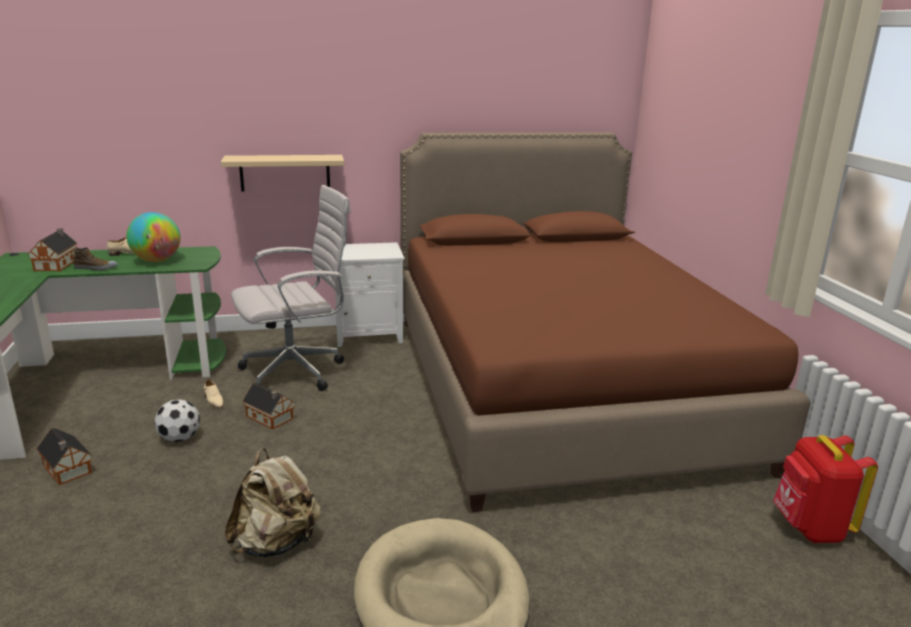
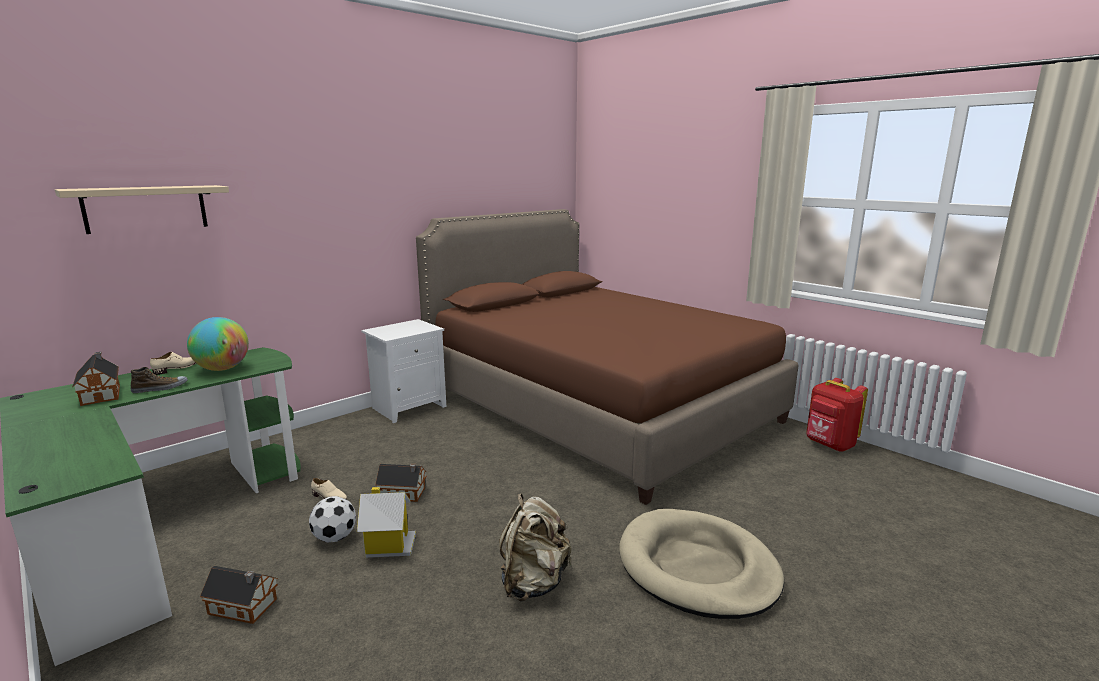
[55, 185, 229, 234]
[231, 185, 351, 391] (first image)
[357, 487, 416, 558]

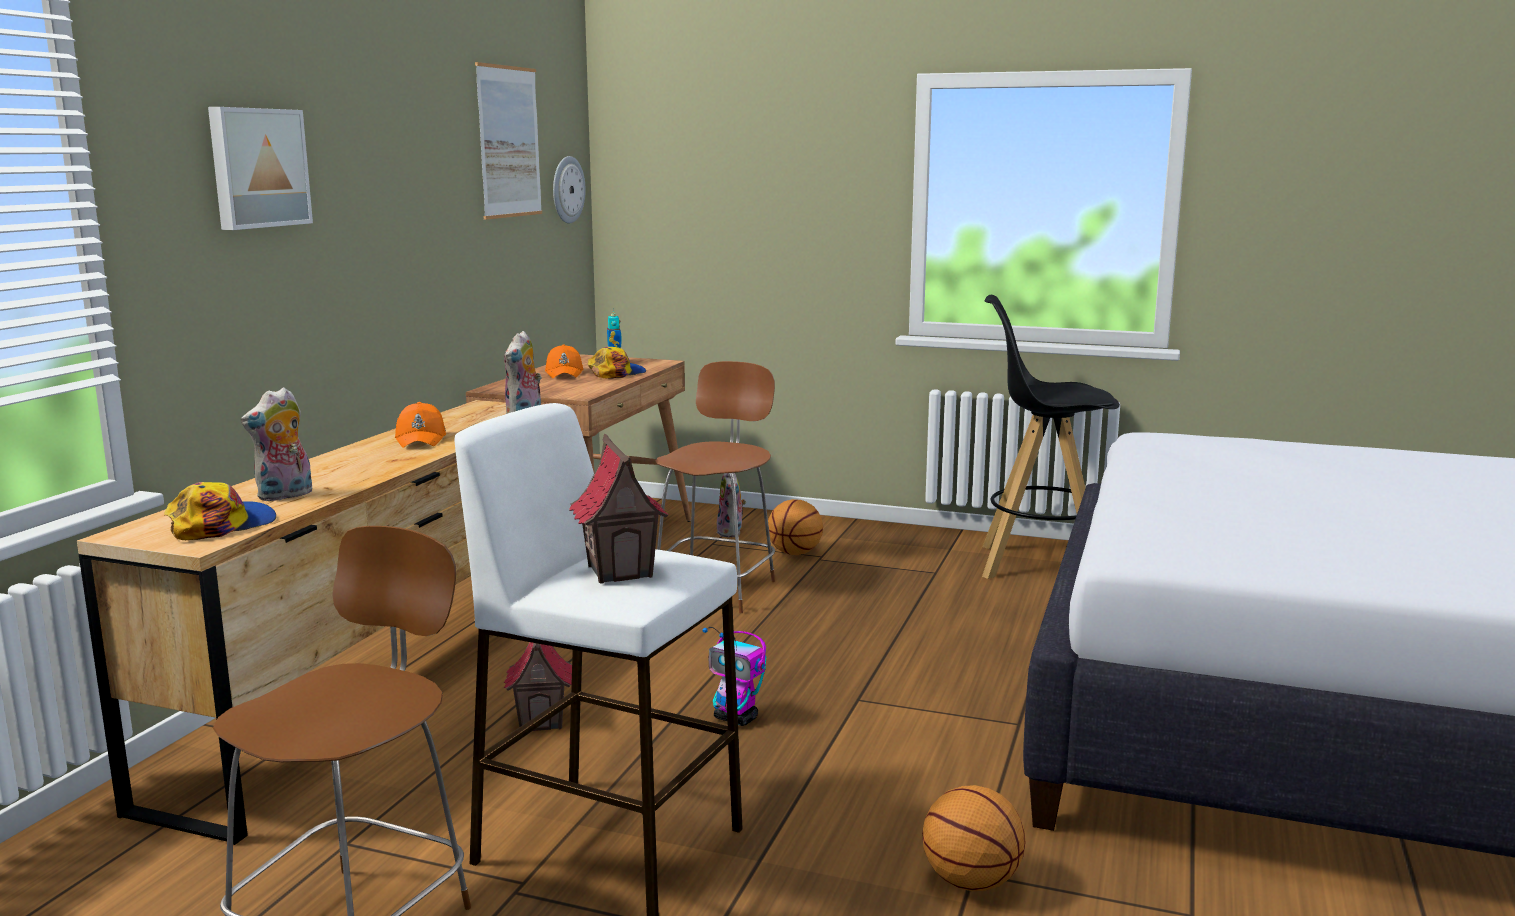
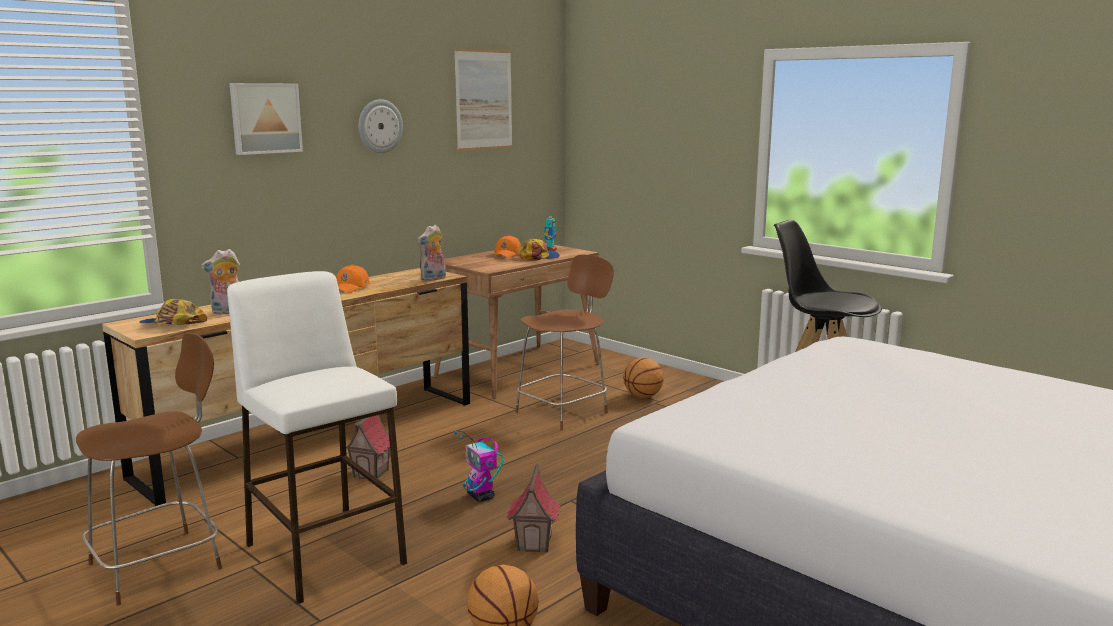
[358, 99, 403, 153]
[507, 463, 561, 553]
[717, 473, 746, 537] (first image)
[139, 299, 207, 325]

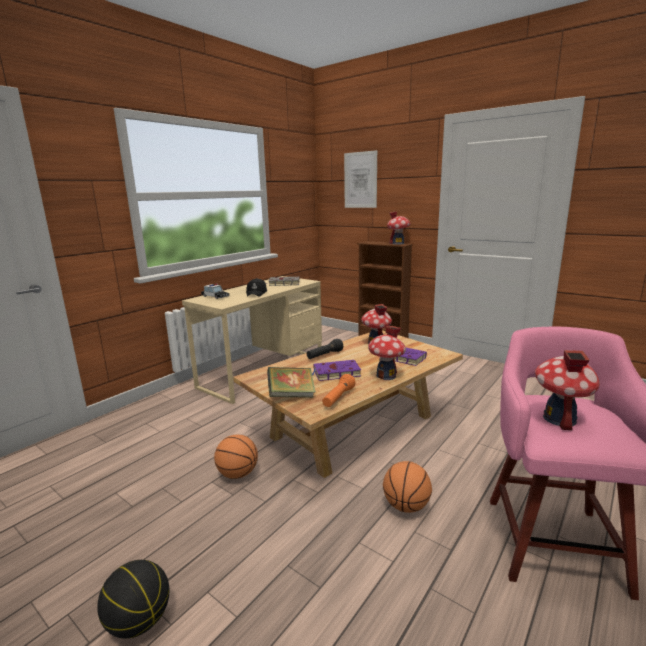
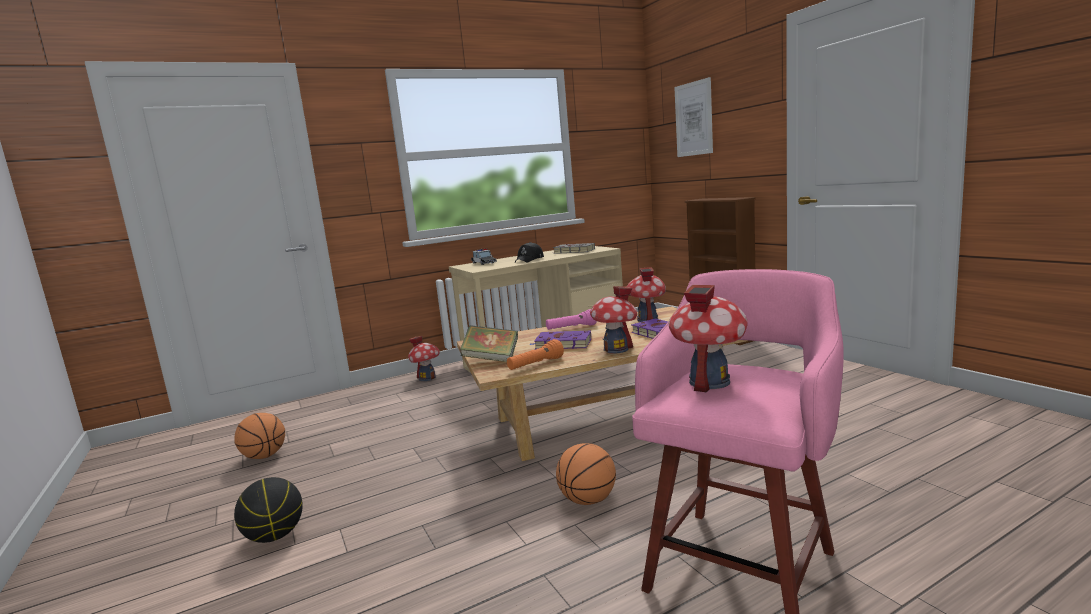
[408, 336, 440, 381]
[546, 309, 597, 330]
[234, 413, 285, 459]

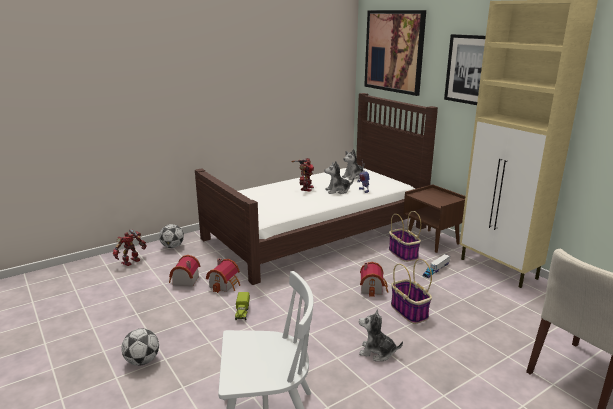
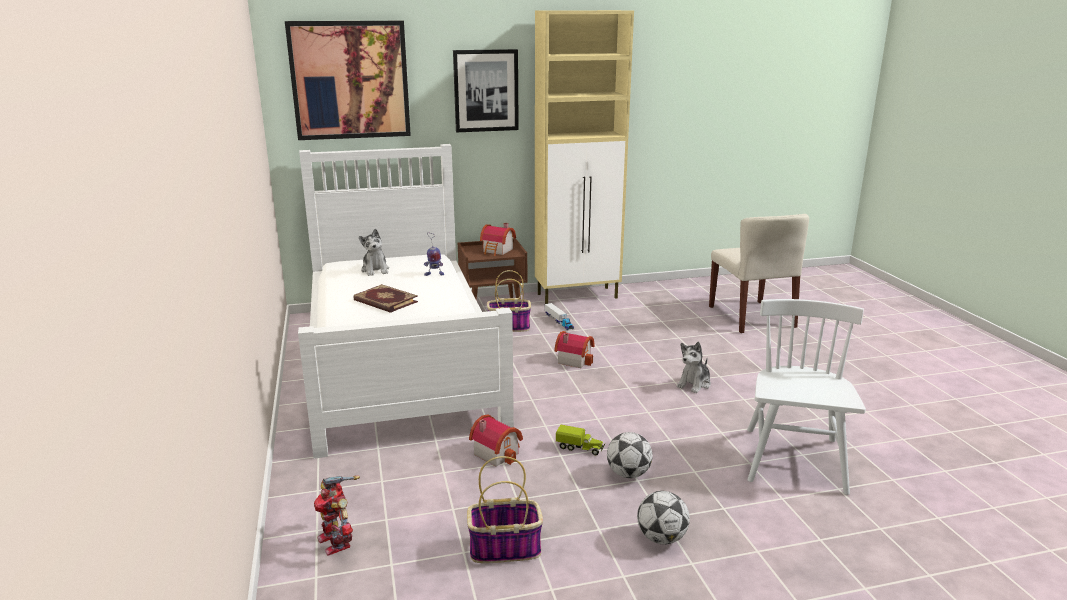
[298, 144, 514, 459]
[353, 284, 418, 313]
[324, 161, 354, 194] (first image)
[607, 432, 653, 478]
[480, 223, 516, 256]
[467, 456, 543, 563]

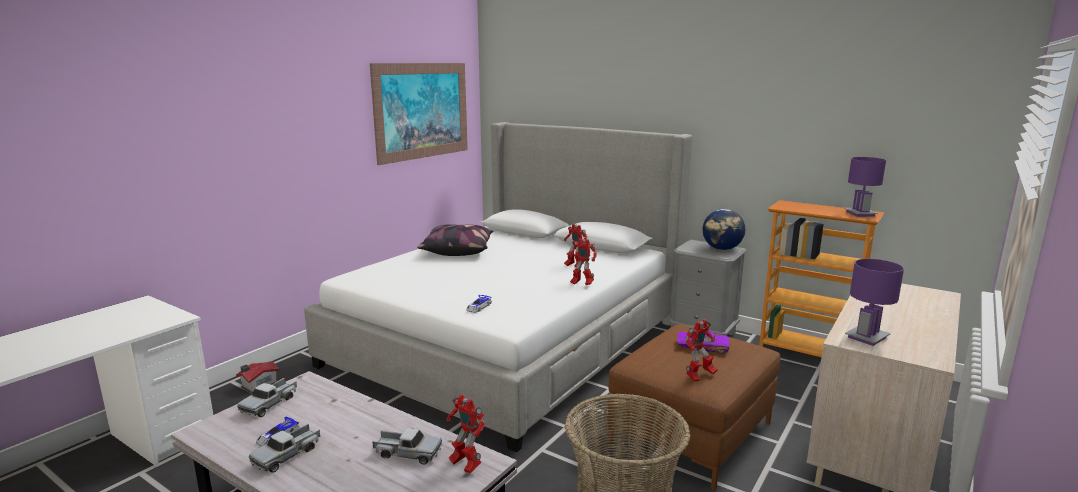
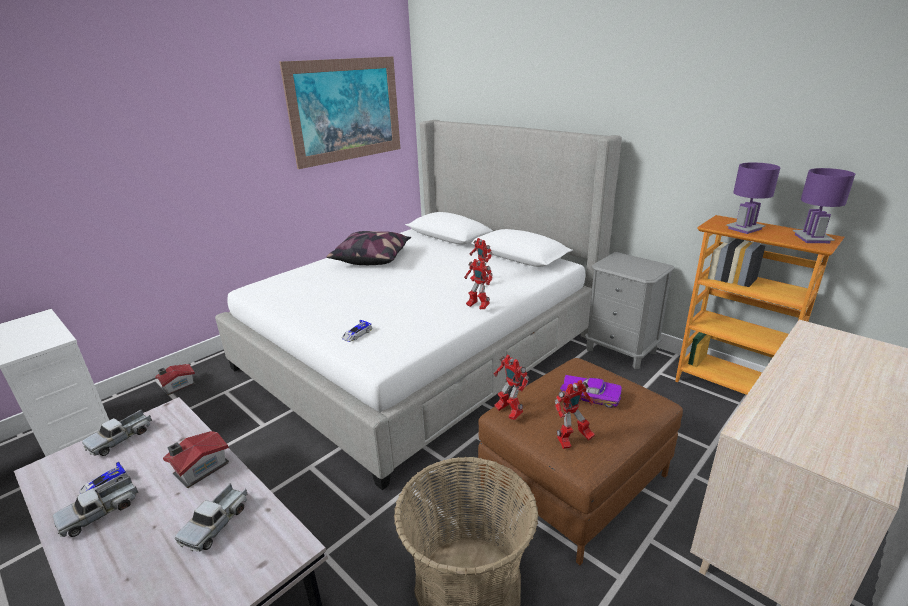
[703, 209, 745, 250] (first image)
[726, 162, 780, 234]
[494, 355, 529, 420]
[175, 483, 248, 552]
[163, 431, 229, 488]

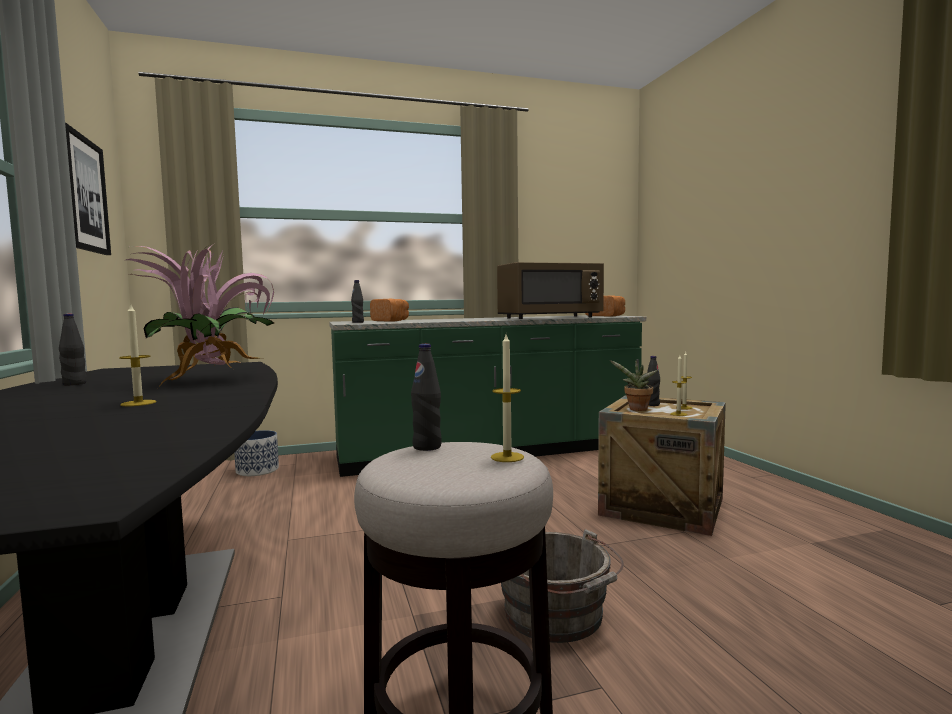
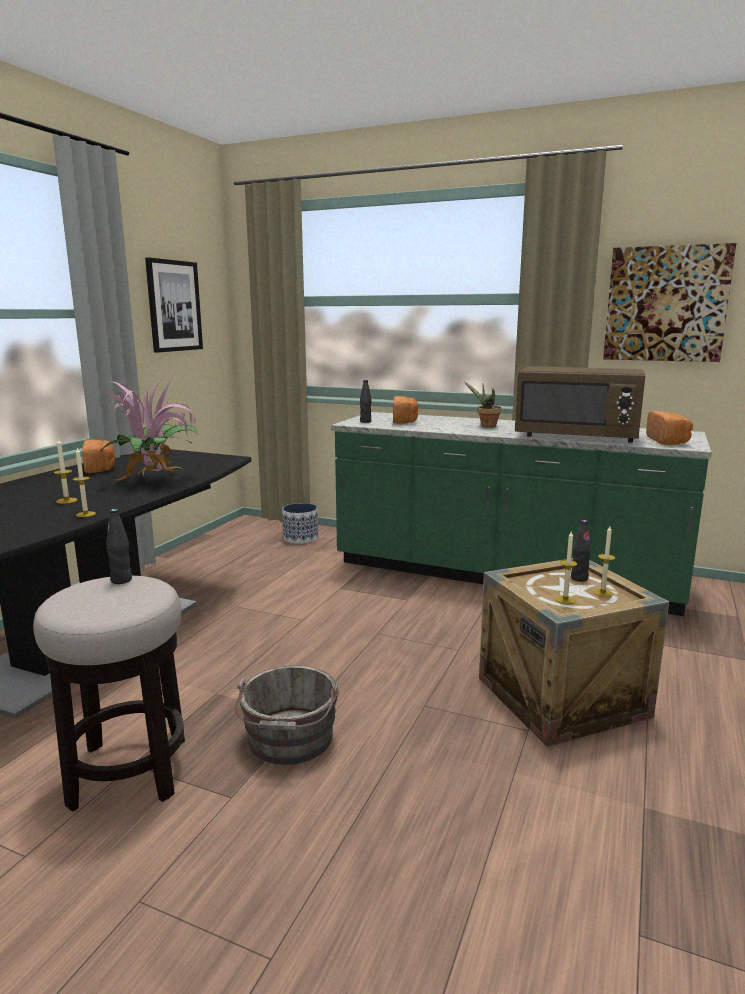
[82, 440, 115, 473]
[73, 448, 96, 517]
[465, 382, 501, 428]
[603, 243, 736, 362]

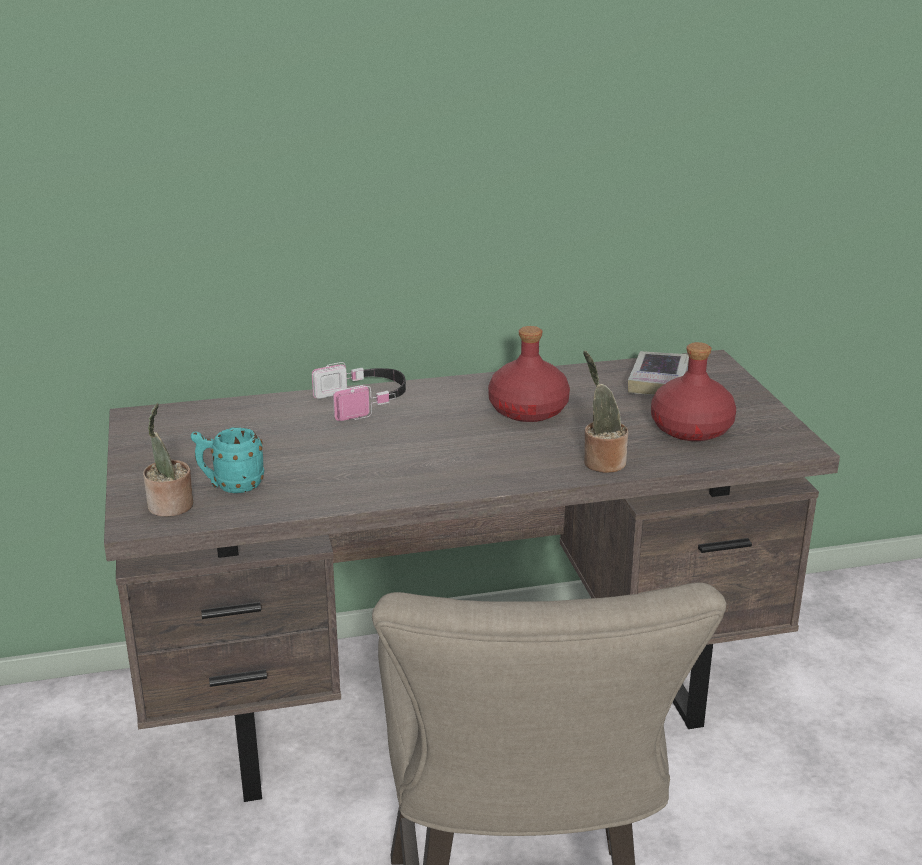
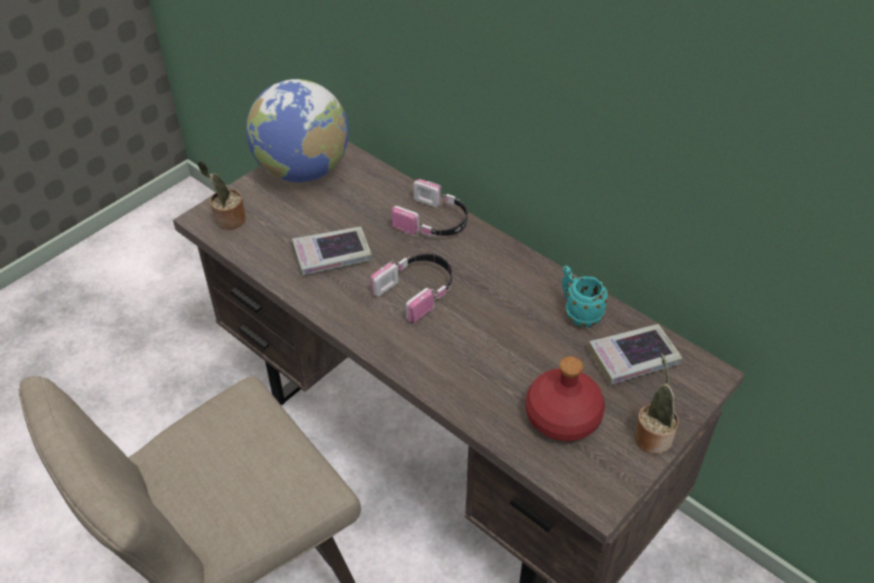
[488, 326, 570, 422] (first image)
[634, 353, 678, 454]
[562, 266, 609, 327]
[246, 79, 349, 182]
[292, 227, 372, 275]
[371, 254, 452, 323]

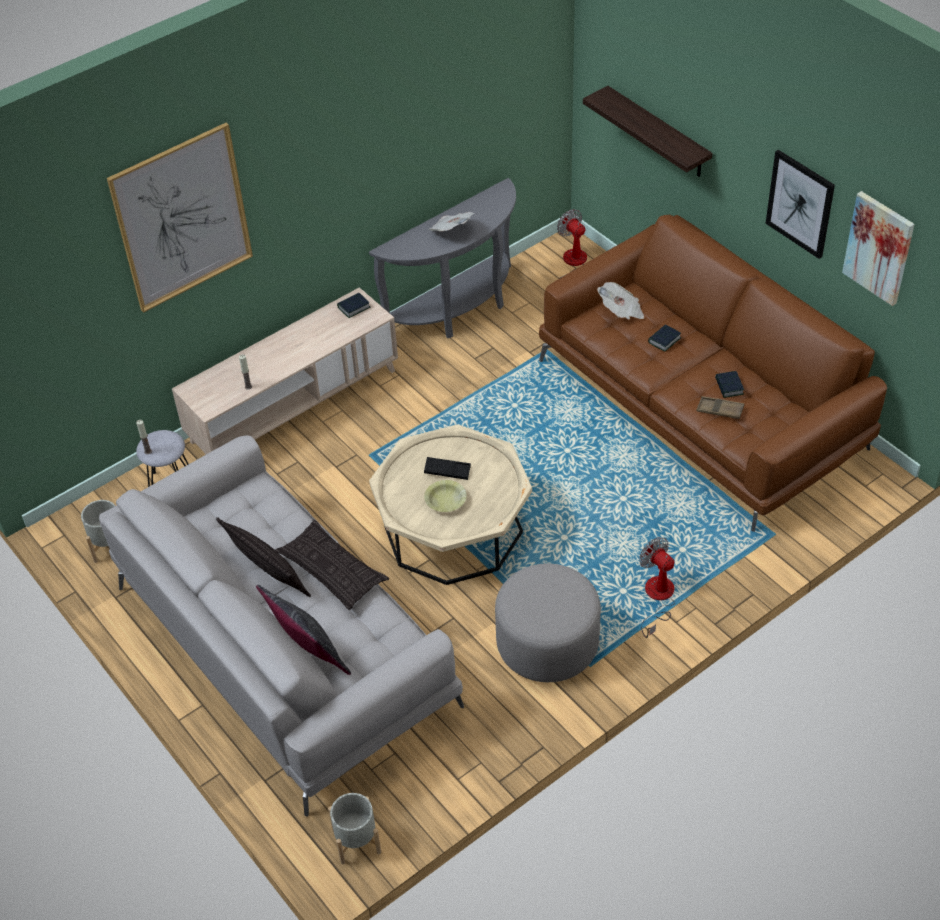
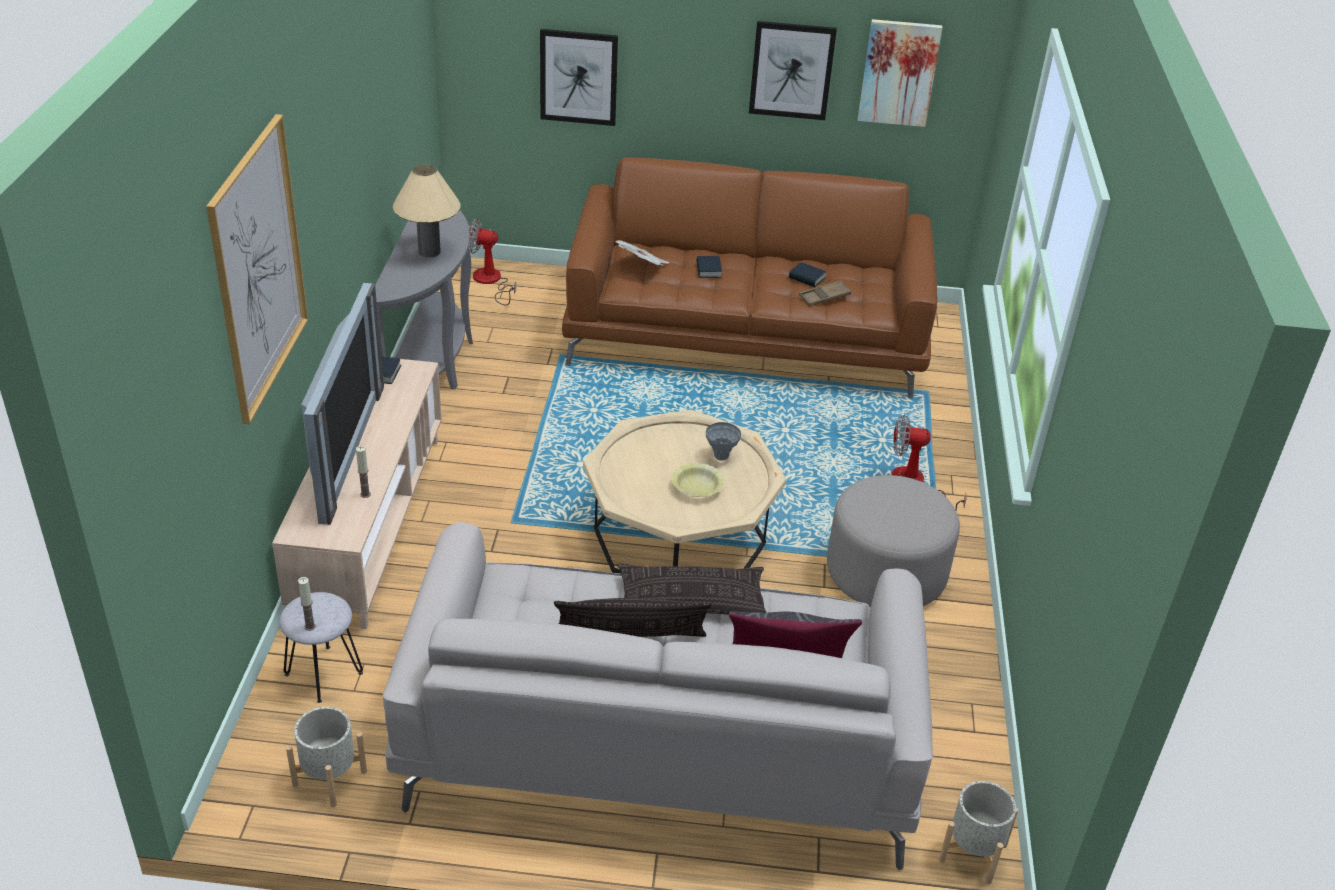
[540, 29, 618, 126]
[393, 165, 461, 258]
[424, 457, 471, 480] (first image)
[301, 283, 384, 525]
[706, 422, 741, 460]

